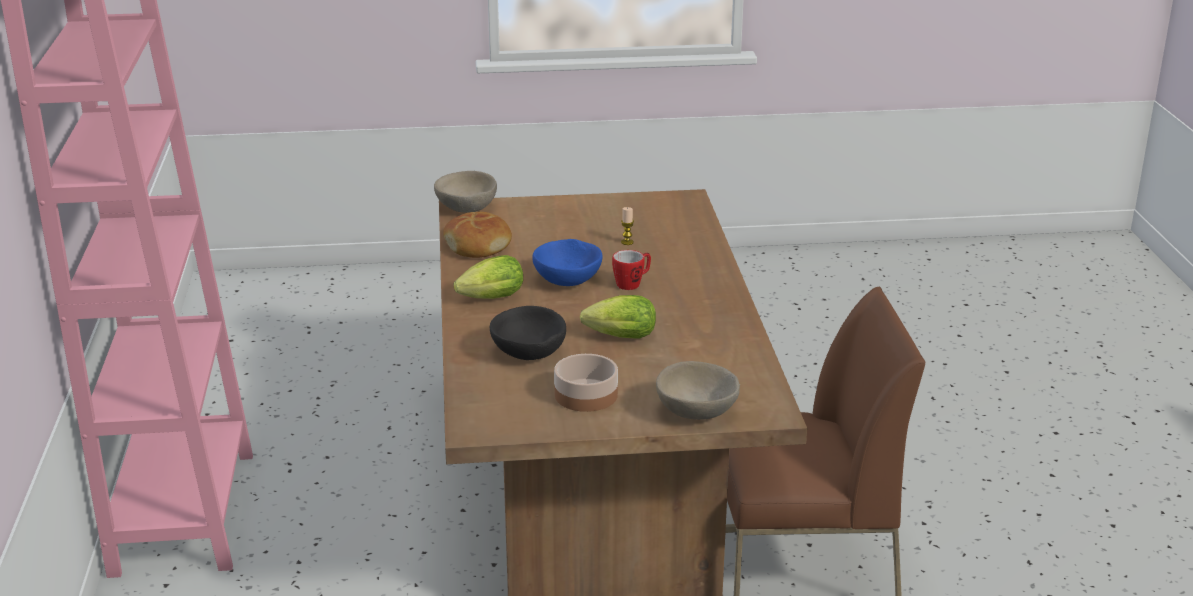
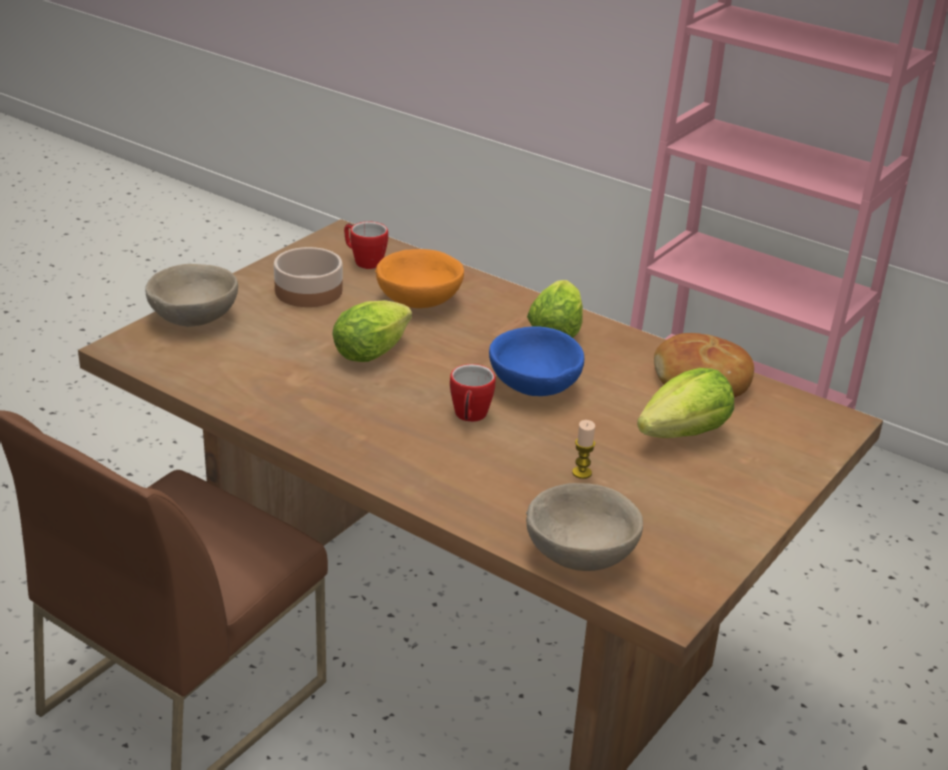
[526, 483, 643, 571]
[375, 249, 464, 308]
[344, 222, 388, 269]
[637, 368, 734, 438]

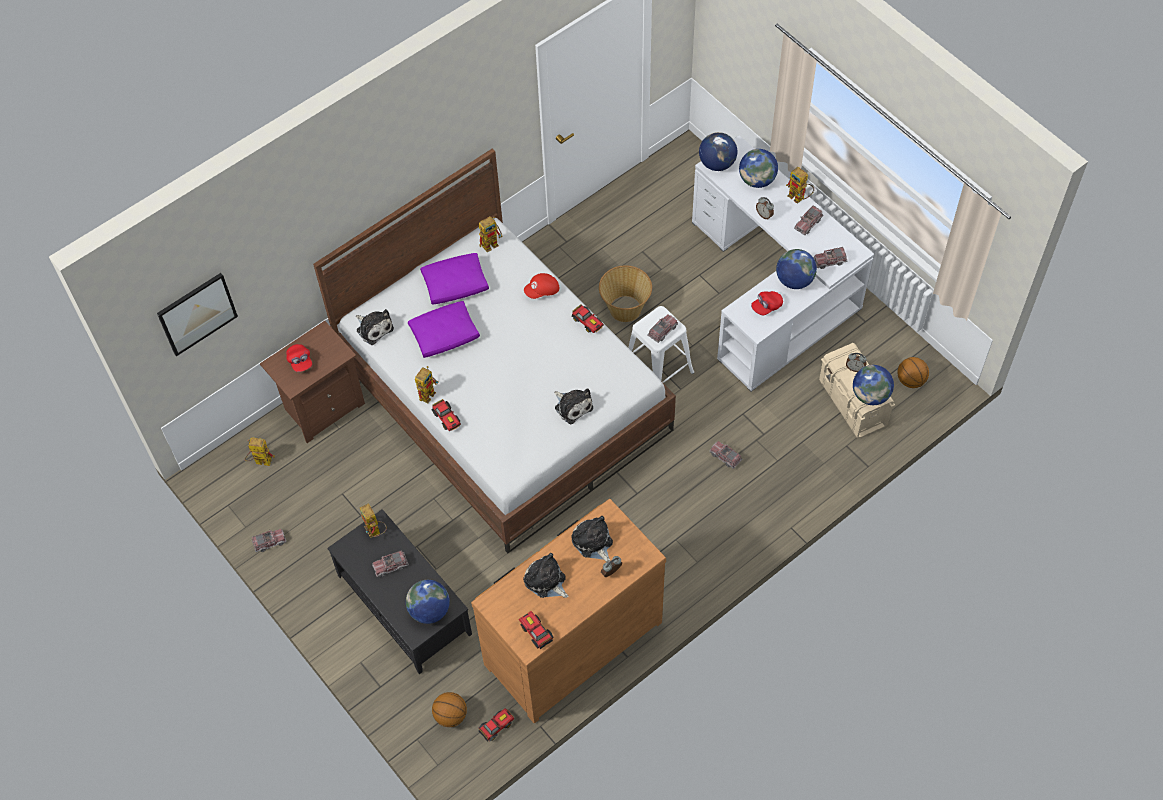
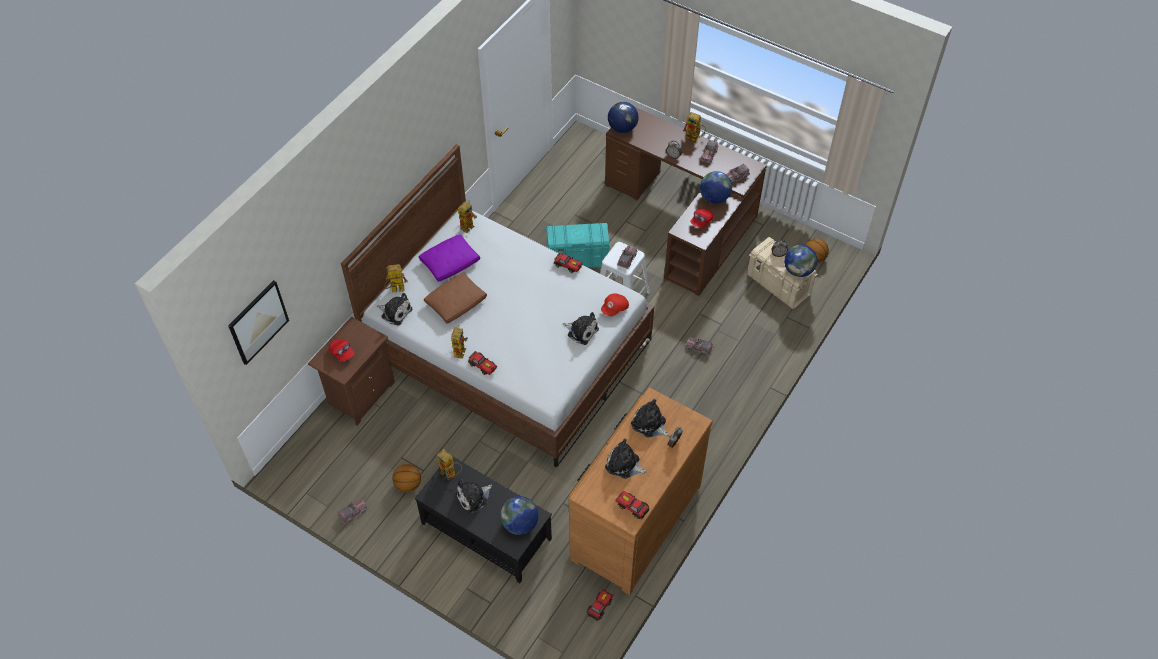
[605, 107, 767, 296]
[739, 149, 778, 188] (first image)
[546, 223, 610, 268]
[601, 294, 629, 316]
[424, 272, 487, 324]
[384, 264, 408, 292]
[455, 479, 492, 513]
[393, 464, 421, 492]

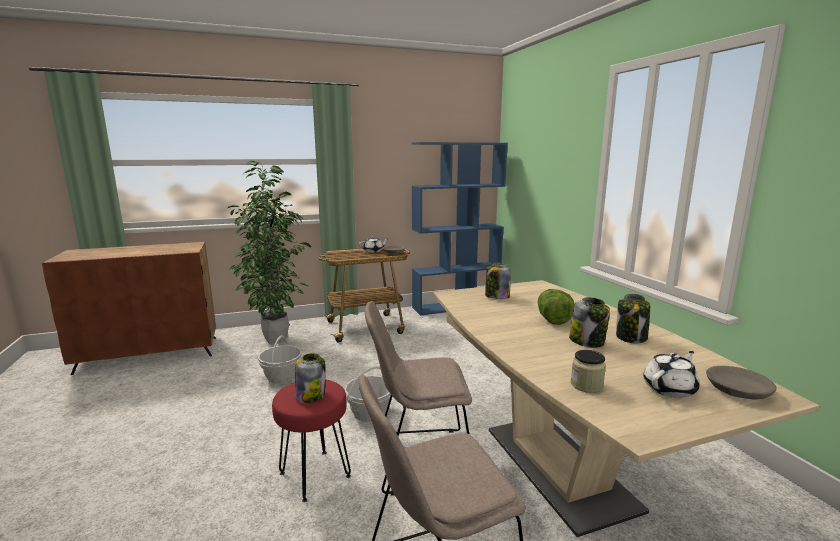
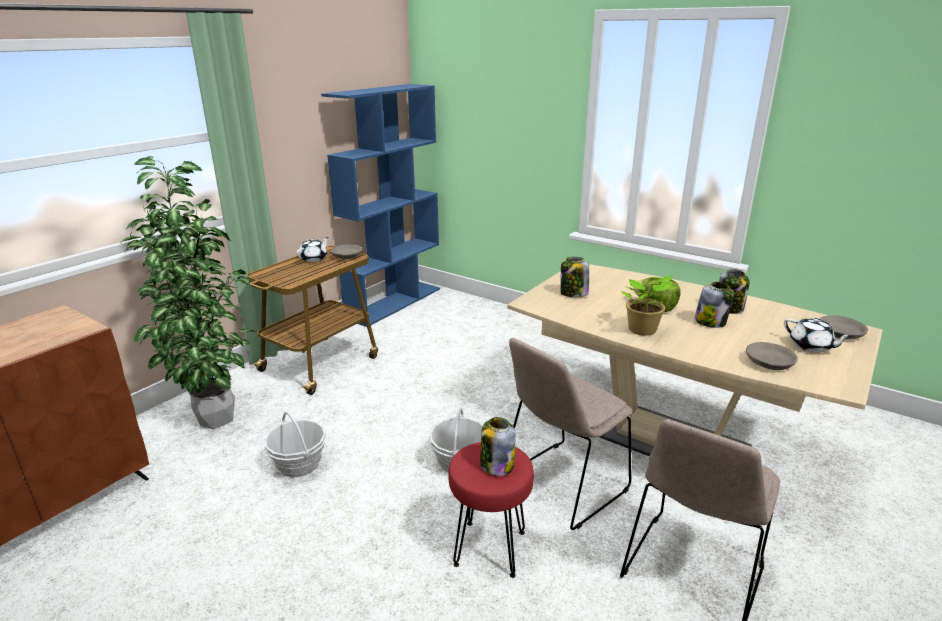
[746, 342, 798, 370]
[784, 318, 853, 353]
[621, 276, 677, 336]

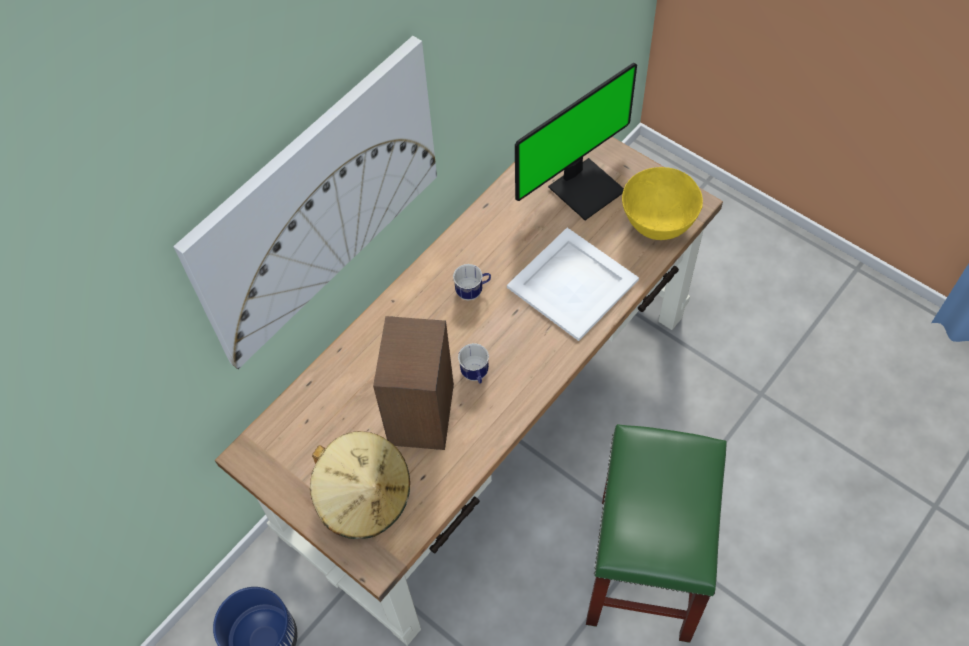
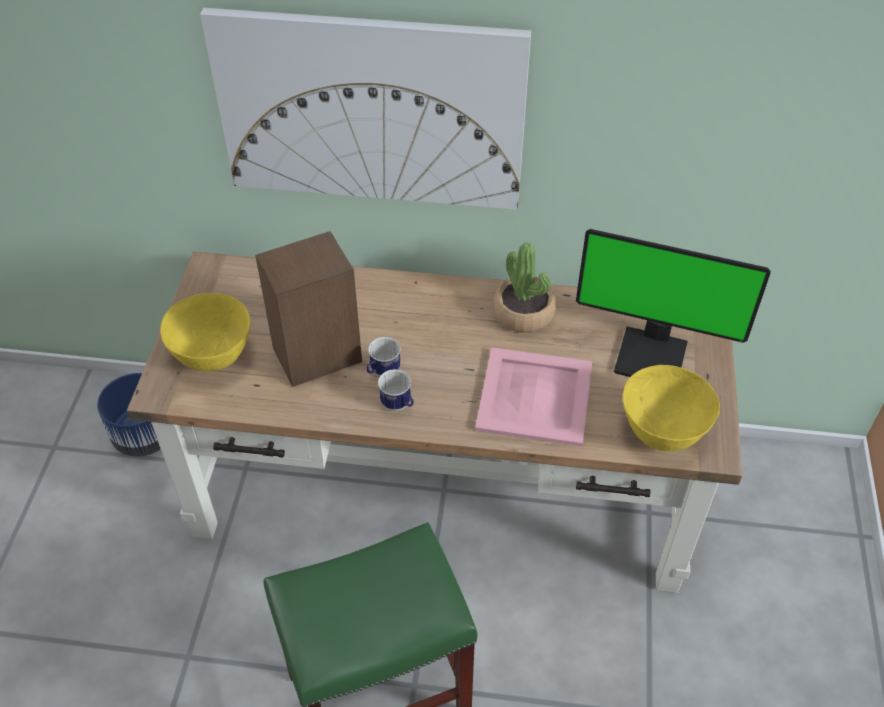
[475, 347, 592, 446]
[378, 369, 414, 411]
[160, 293, 251, 371]
[493, 242, 556, 333]

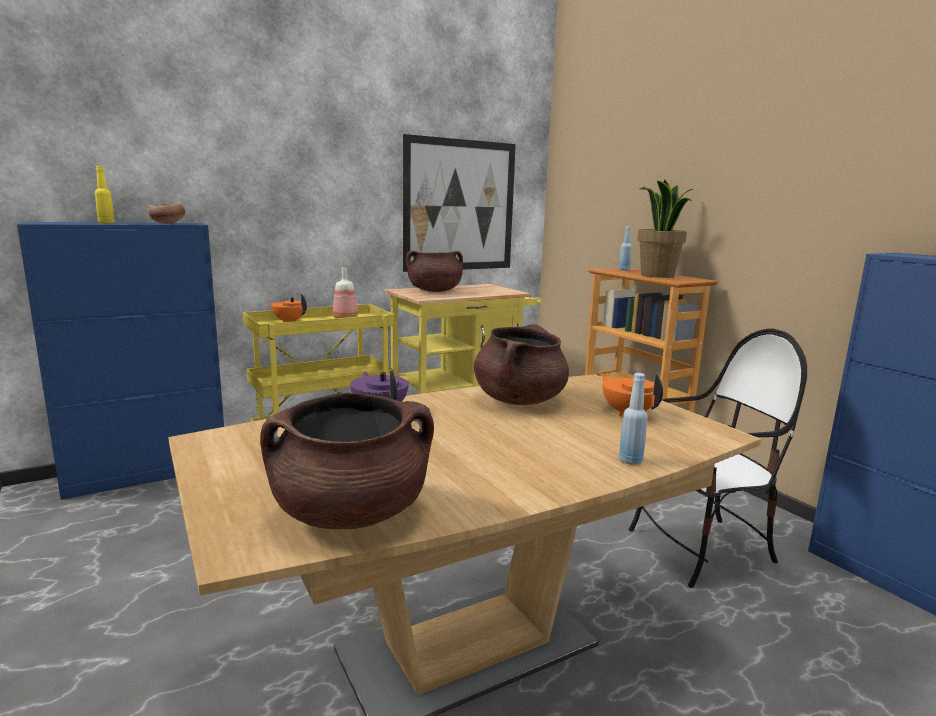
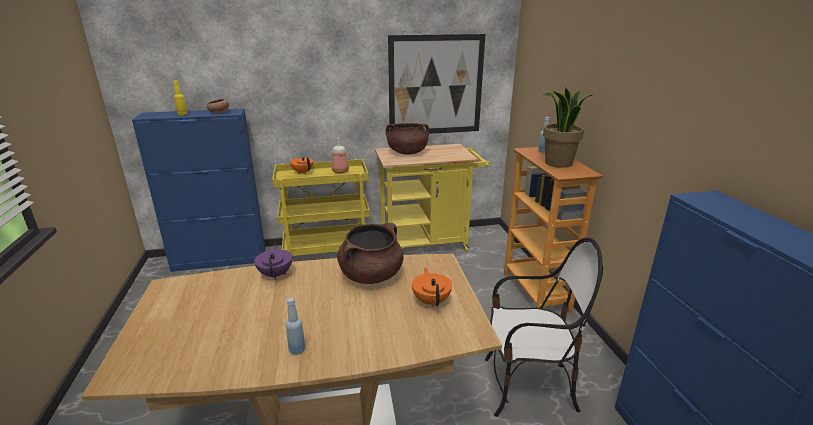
[286, 298, 305, 355]
[260, 392, 434, 529] (first image)

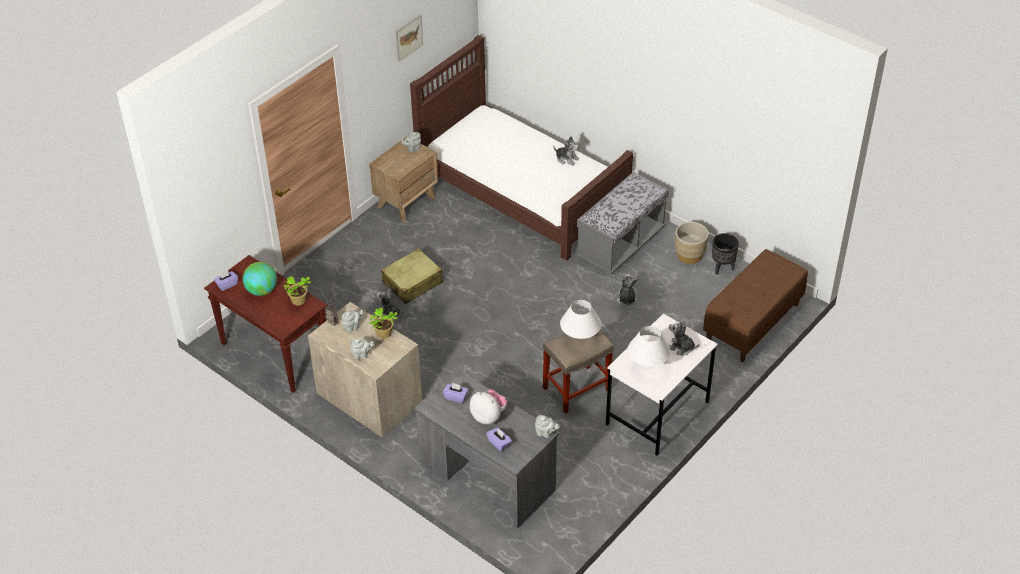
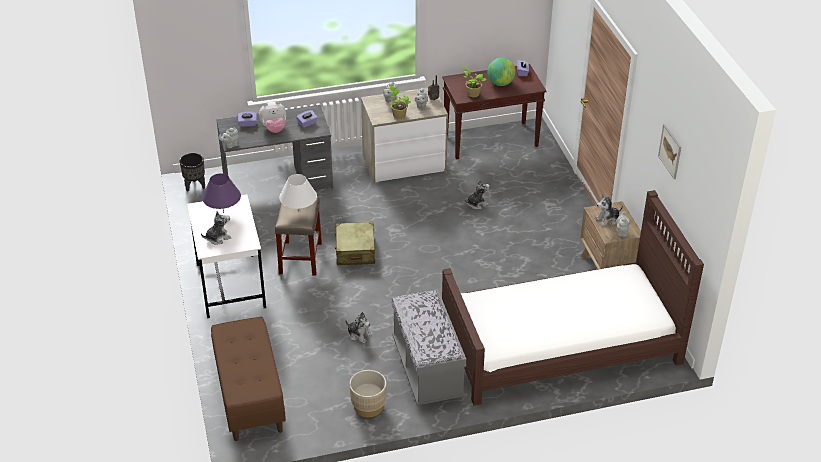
[595, 194, 623, 226]
[180, 153, 205, 191]
[334, 222, 375, 265]
[202, 173, 241, 213]

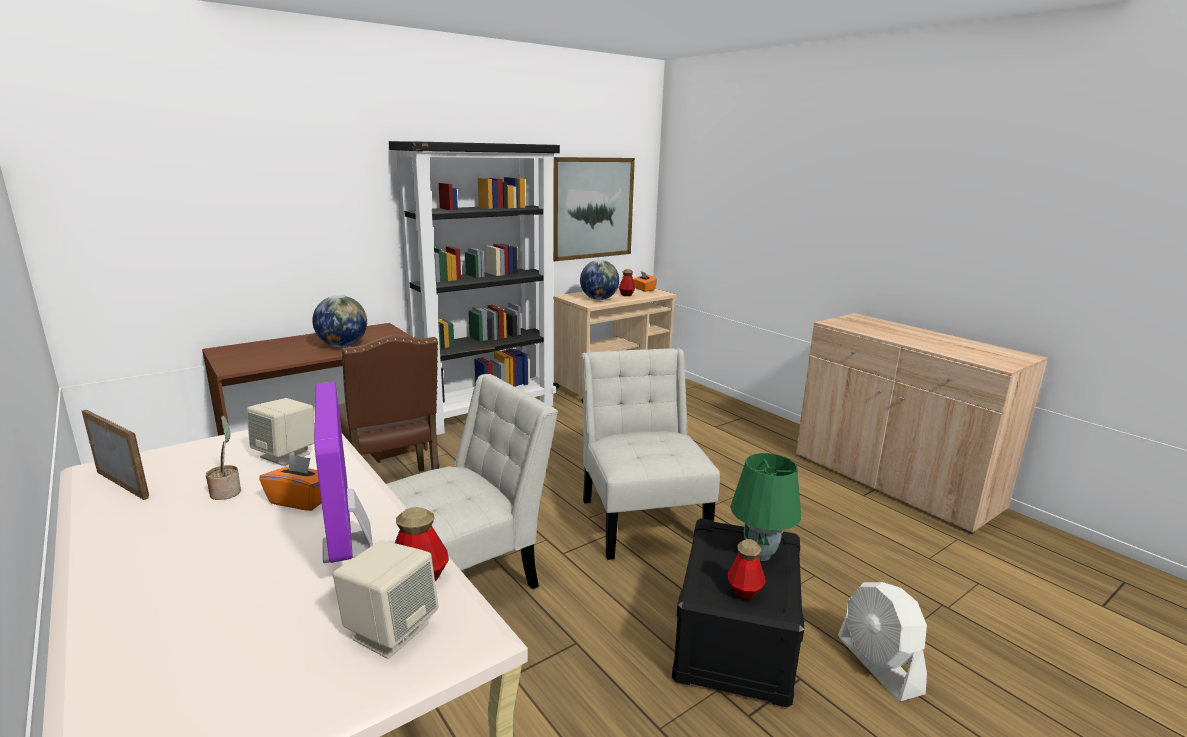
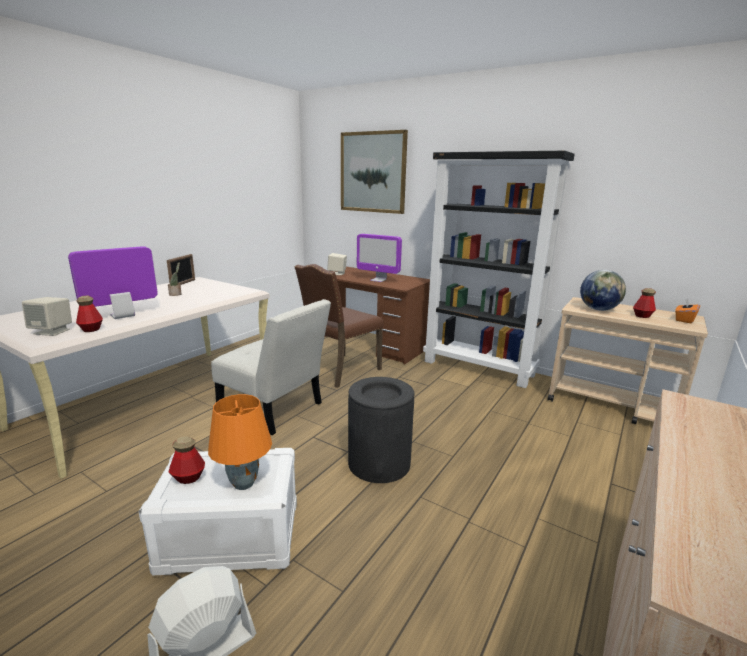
[341, 130, 408, 214]
[357, 234, 402, 282]
[348, 377, 415, 483]
[327, 253, 347, 275]
[208, 394, 272, 490]
[259, 454, 322, 511] (first image)
[139, 448, 297, 575]

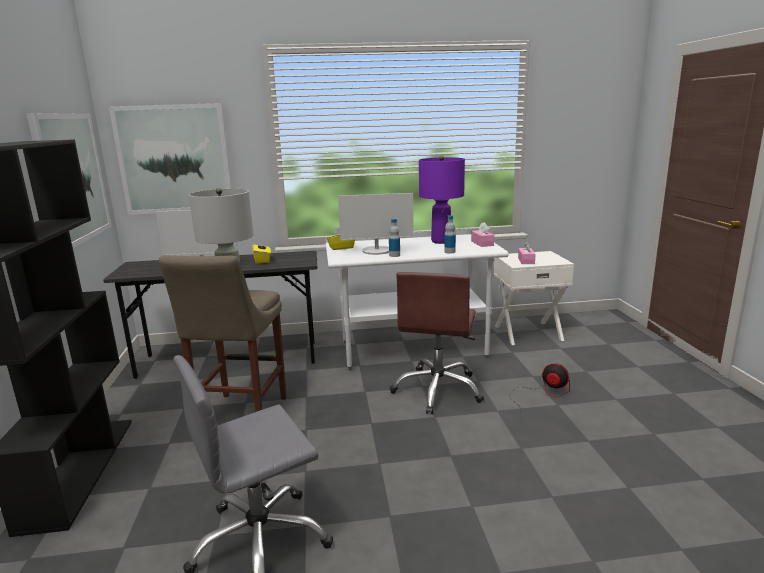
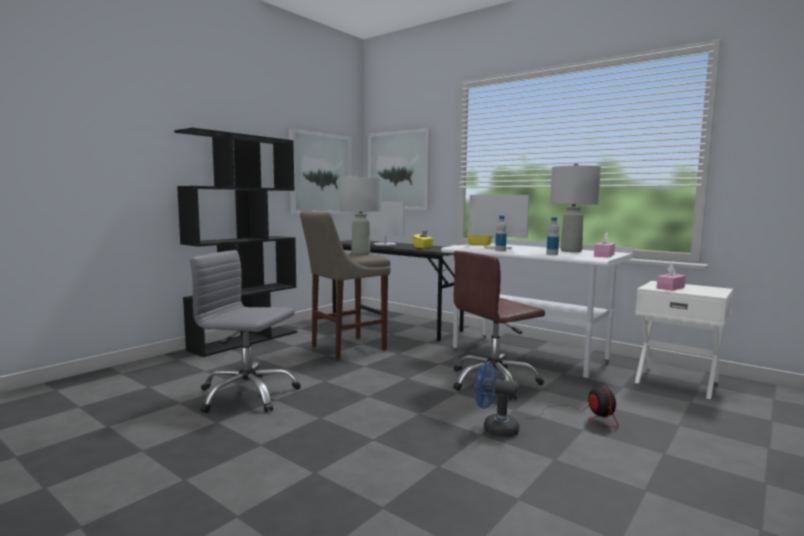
[550, 163, 601, 252]
[474, 362, 519, 437]

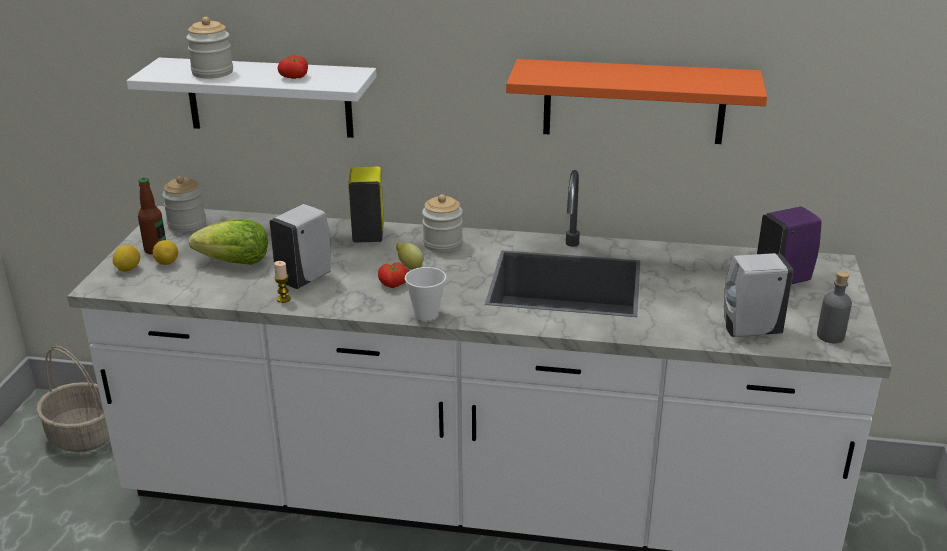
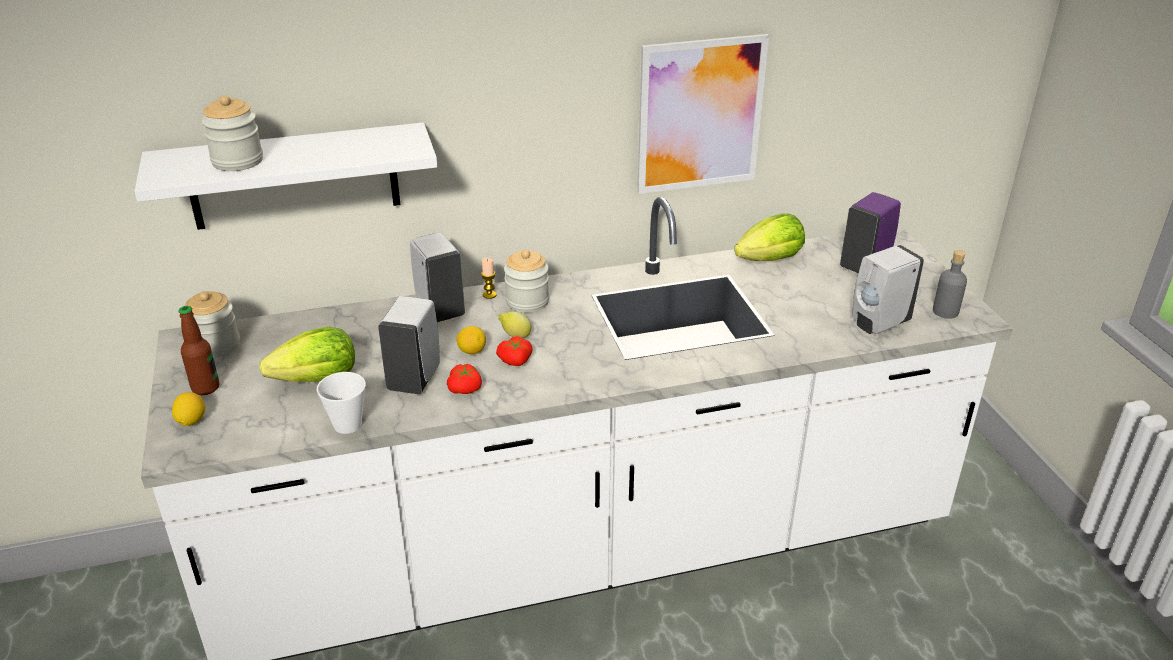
[447, 364, 482, 394]
[637, 34, 769, 194]
[410, 232, 465, 322]
[456, 326, 486, 354]
[481, 258, 497, 299]
[317, 372, 366, 434]
[36, 346, 110, 452] (first image)
[734, 214, 805, 261]

